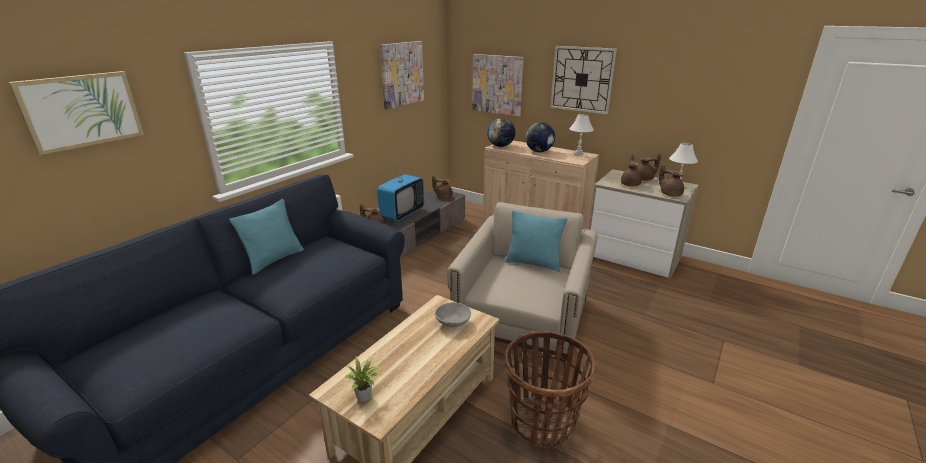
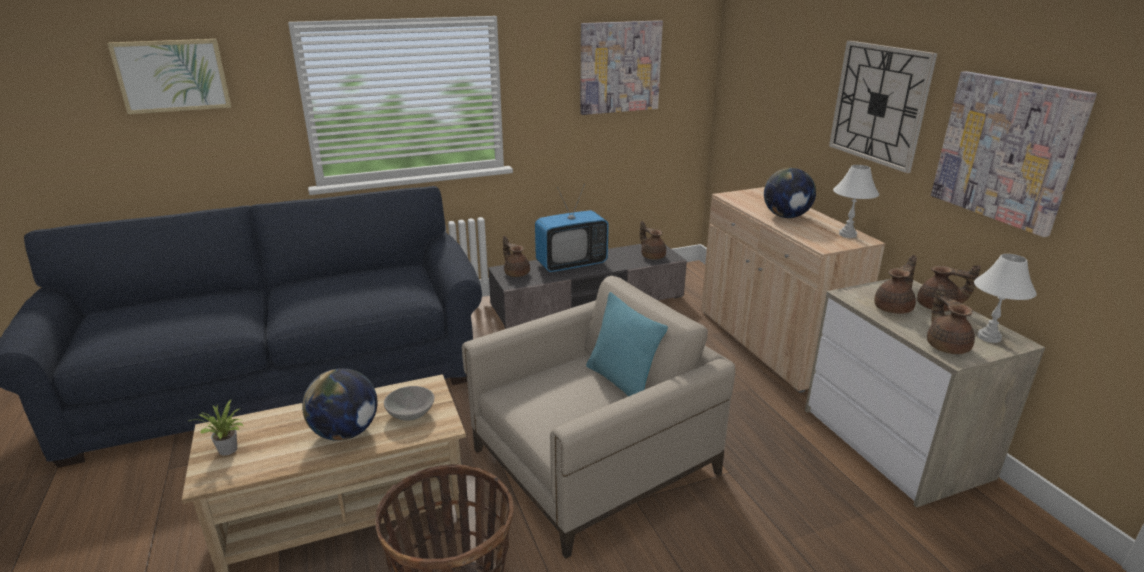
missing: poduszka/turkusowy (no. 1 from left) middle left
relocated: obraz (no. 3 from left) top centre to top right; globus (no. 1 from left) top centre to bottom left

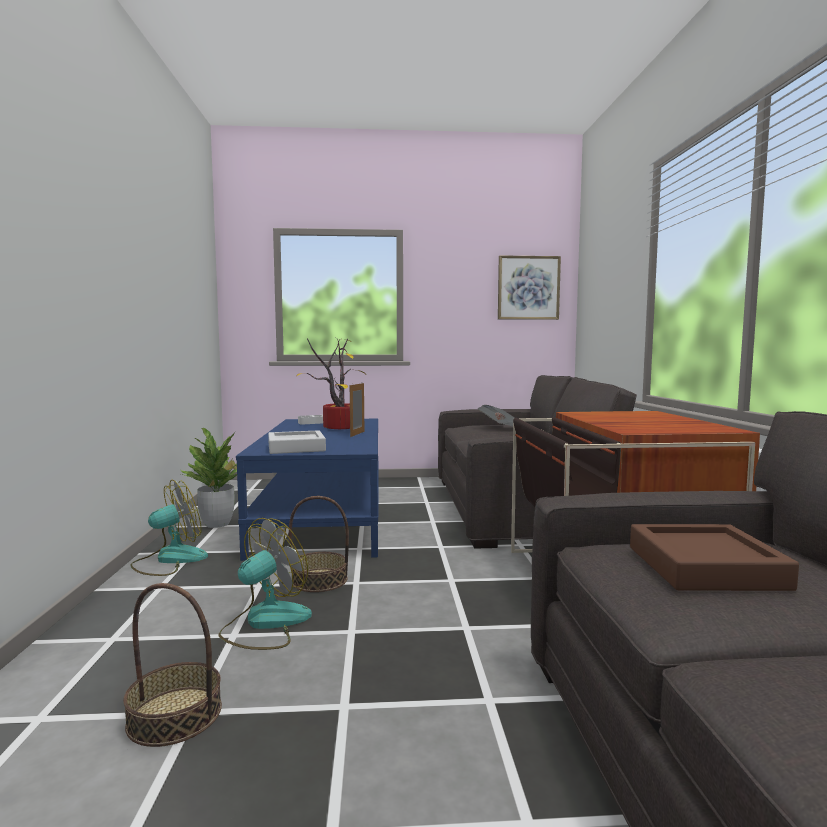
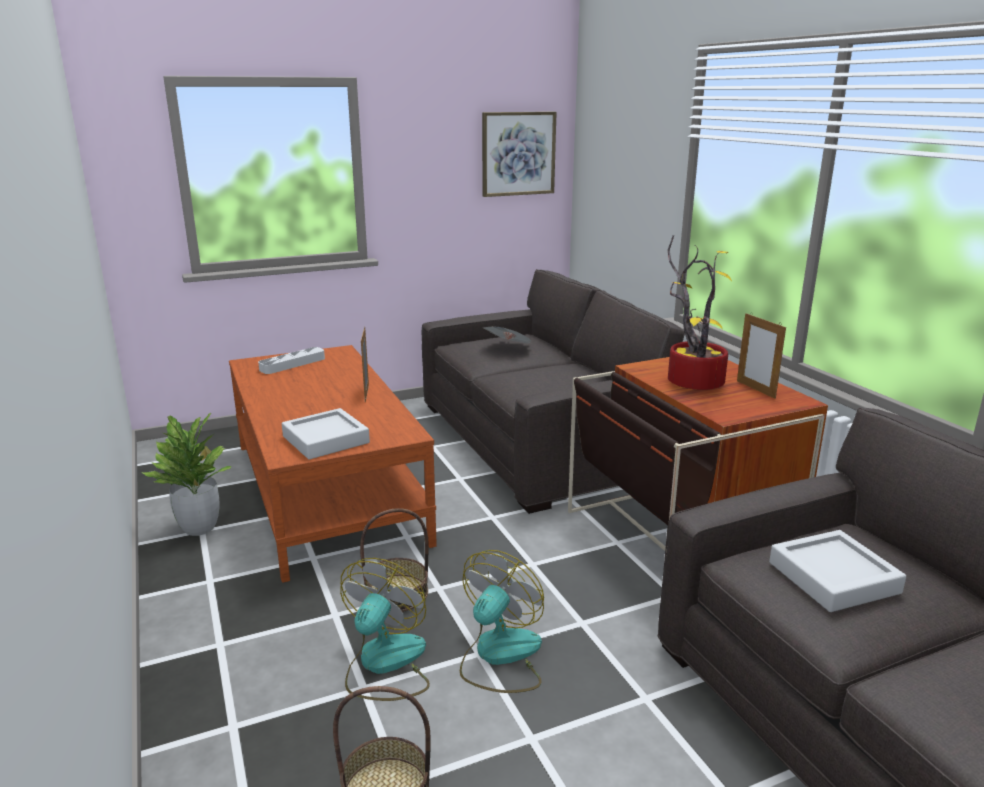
appeared: ramka na zdjęcie (no. 2 from left) middle right
relocated: wentylator (no. 1 from left in the first image) middle left to wentylator (no. 2 from left) bottom centre; roślina doniczkowa (no. 2 from left) centre to middle right
colour: ława/niebieski centre to ława/brązowy centre; taca/brązowy bottom right to taca/szary (no. 3 from left) bottom right

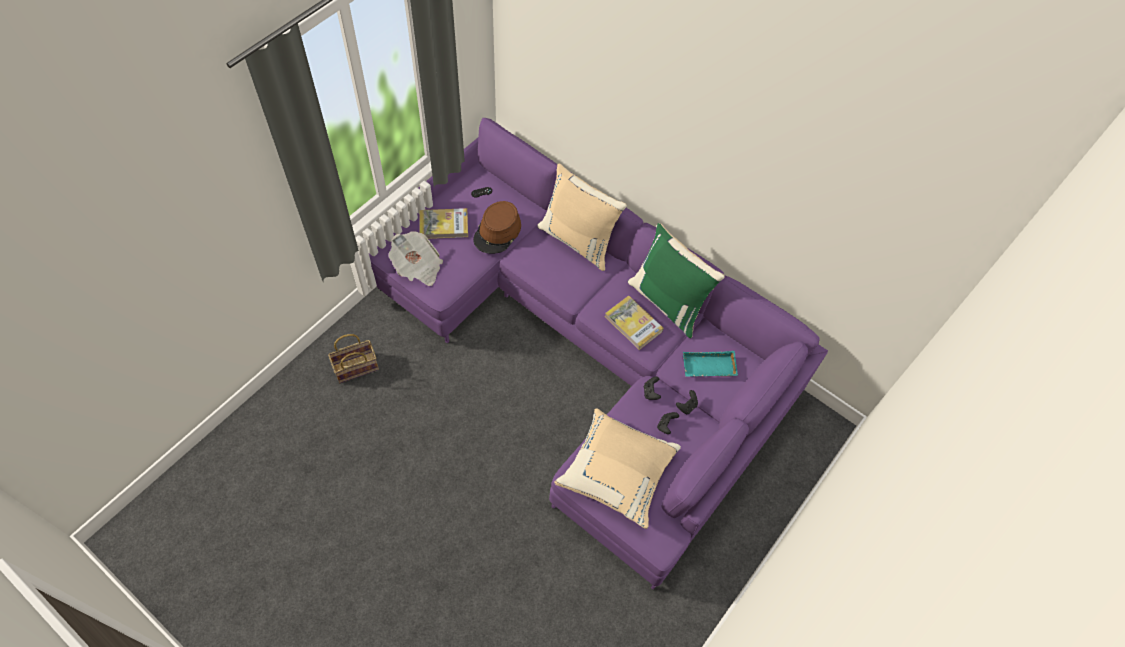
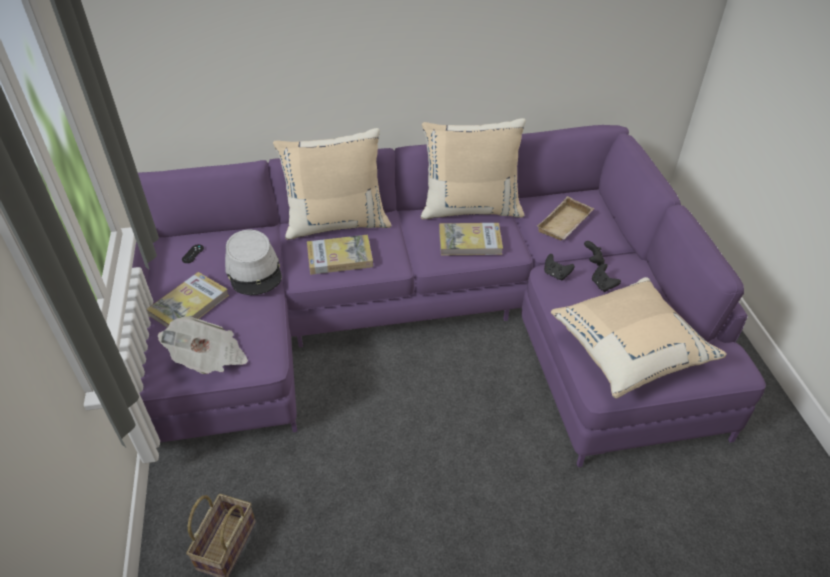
appeared: książka (no. 2 from left) centre
colour: kapelusz/brązowy centre to kapelusz/szary middle left; poduszka/zielony centre to poduszka/beżowy (no. 2 from left) top centre; taca/turkusowy centre to taca/beżowy middle right

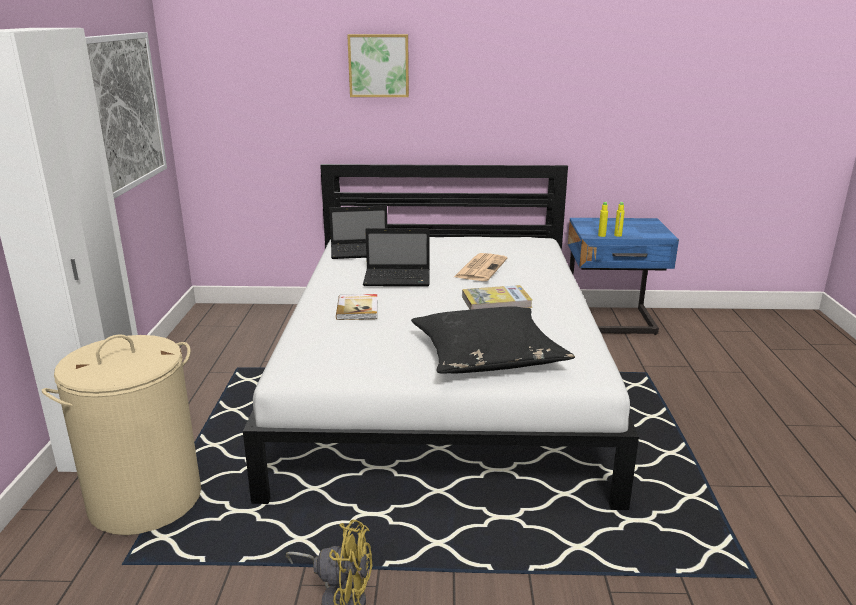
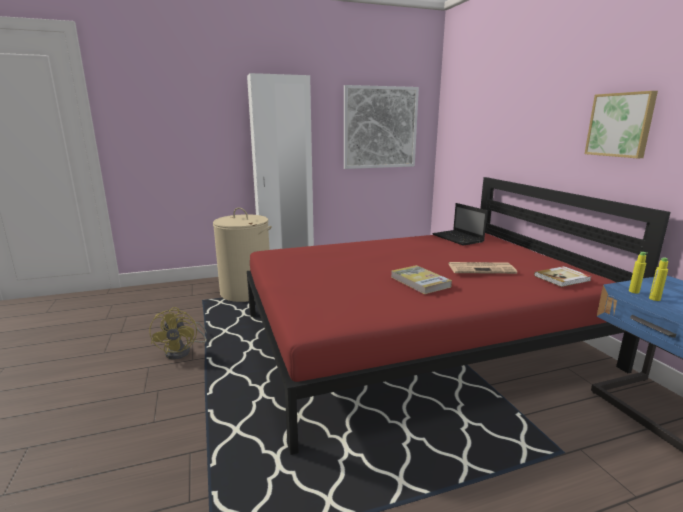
missing: laptop (no. 2 from left) centre; poduszka/czarny centre
relocated: książka (no. 1 from left in the first image) centre to książka (no. 2 from left) middle right; obraz (no. 2 from left) top centre to top right
colour: łóżko/biały centre to łóżko/czerwony middle right

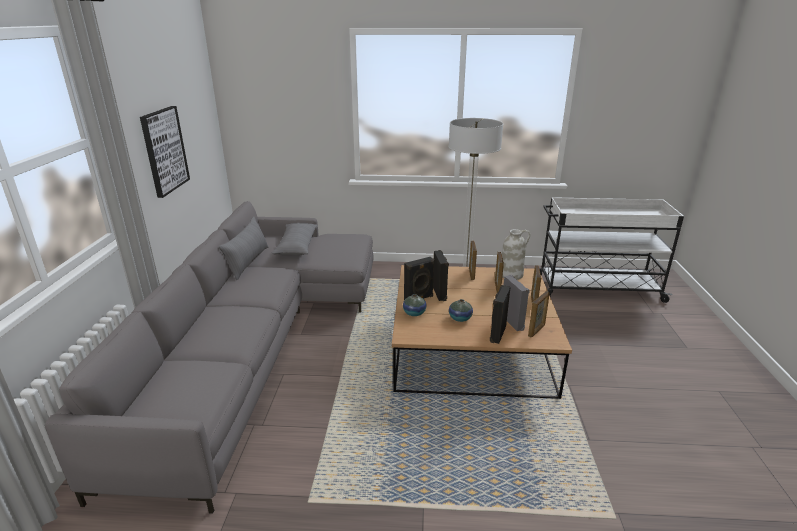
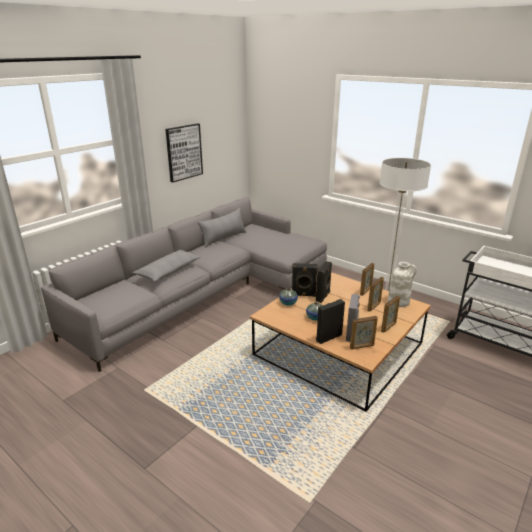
relocated: poduszka/szary (no. 2 from left in the first image) centre to poduszka/szary (no. 1 from left) middle left

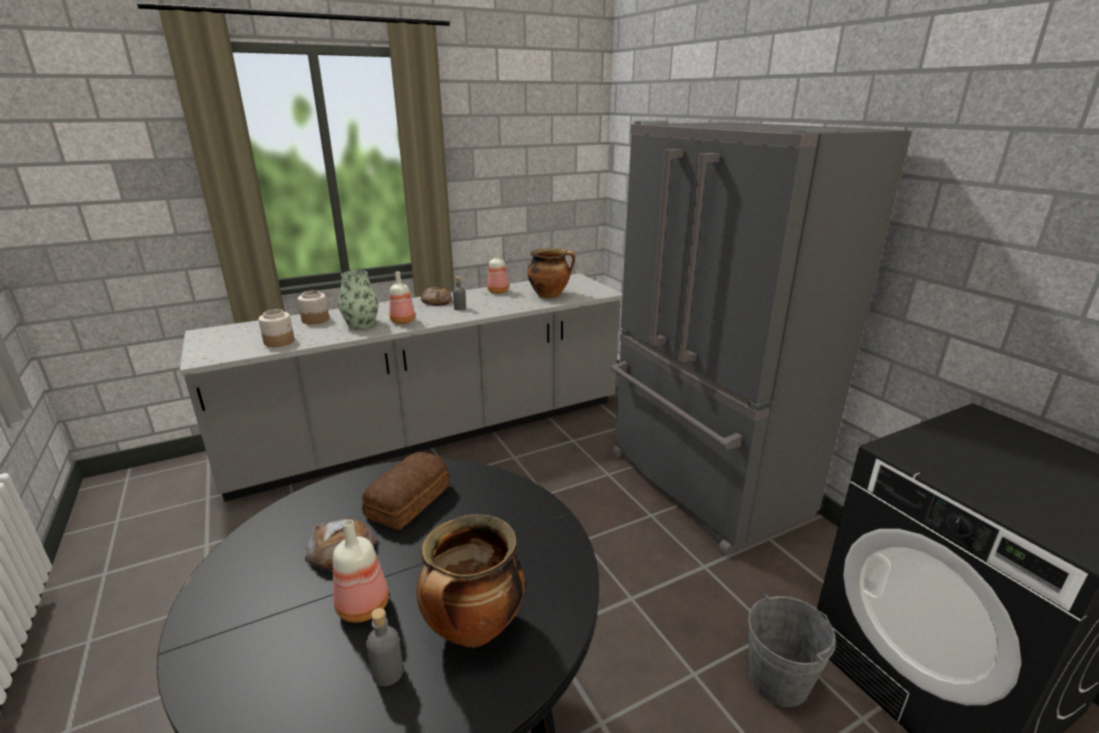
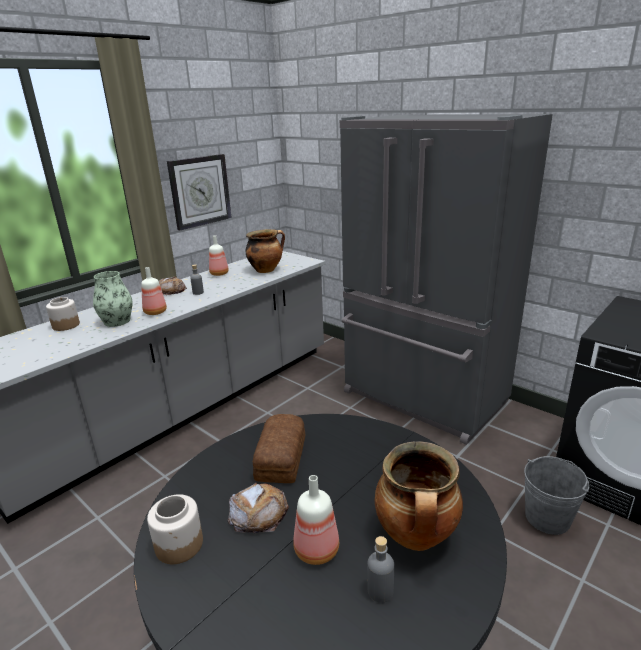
appeared: zegar ścienny top left
relocated: słoik (no. 1 from left in the first image) middle left to słoik (no. 2 from left) bottom left

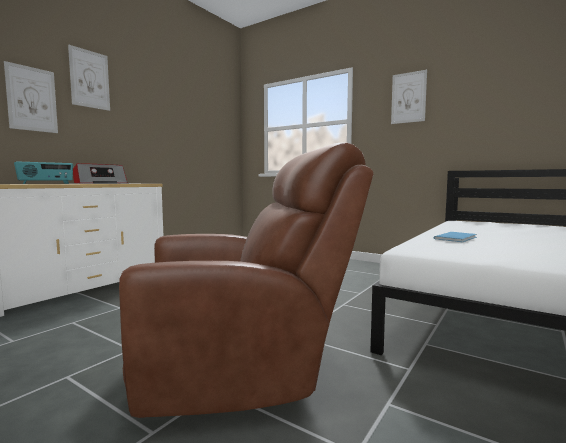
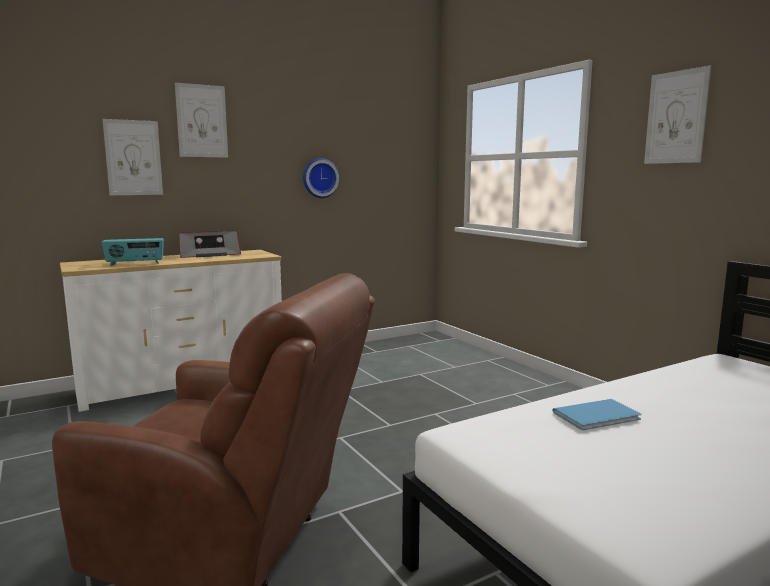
appeared: zegar ścienny top centre

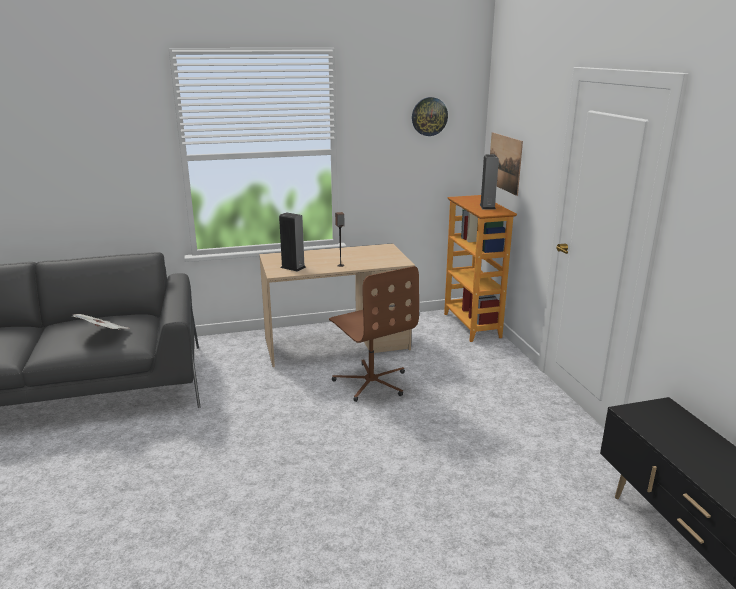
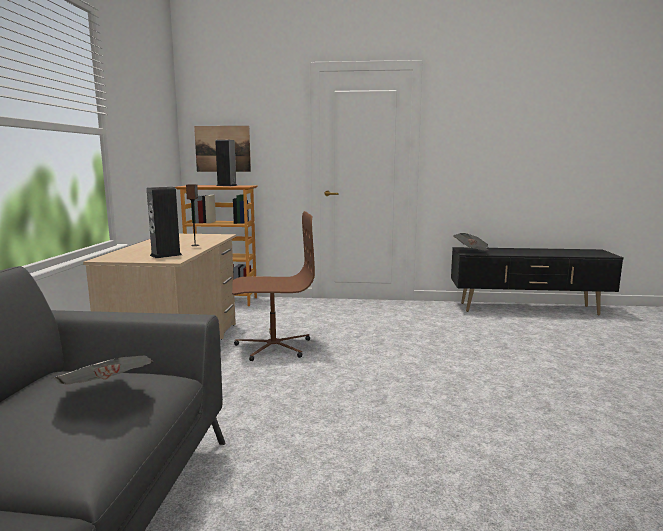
missing: zegar ścienny top centre
appeared: gazeta (no. 2 from left) middle right

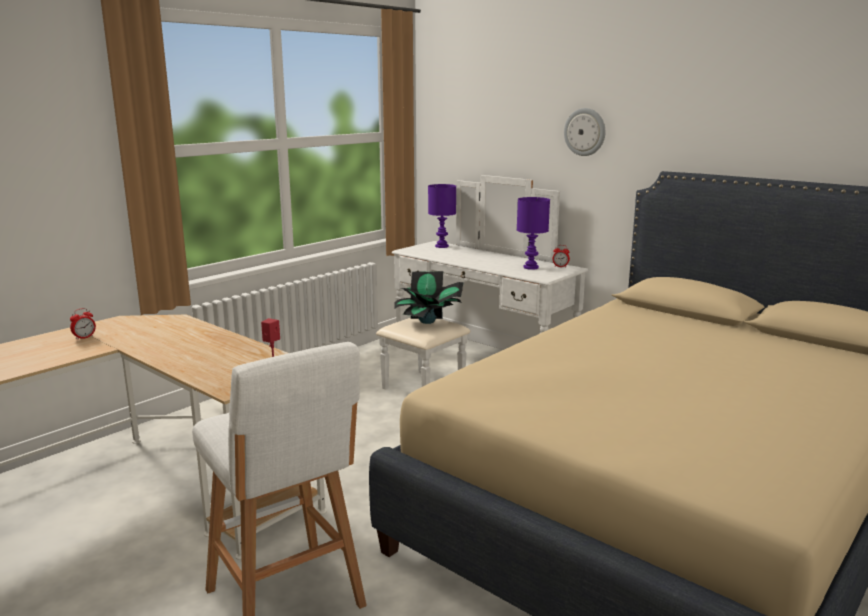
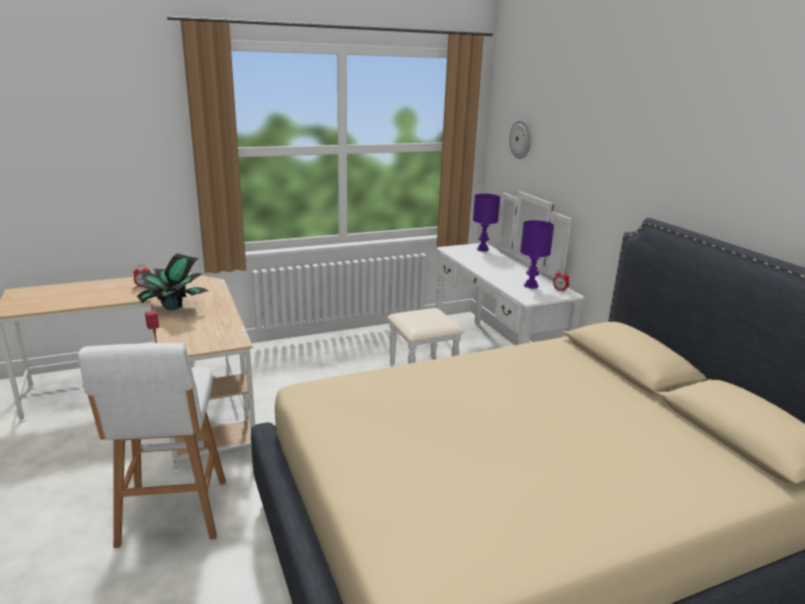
relocated: roślina doniczkowa centre to middle left; zegar ścienny top right to top centre

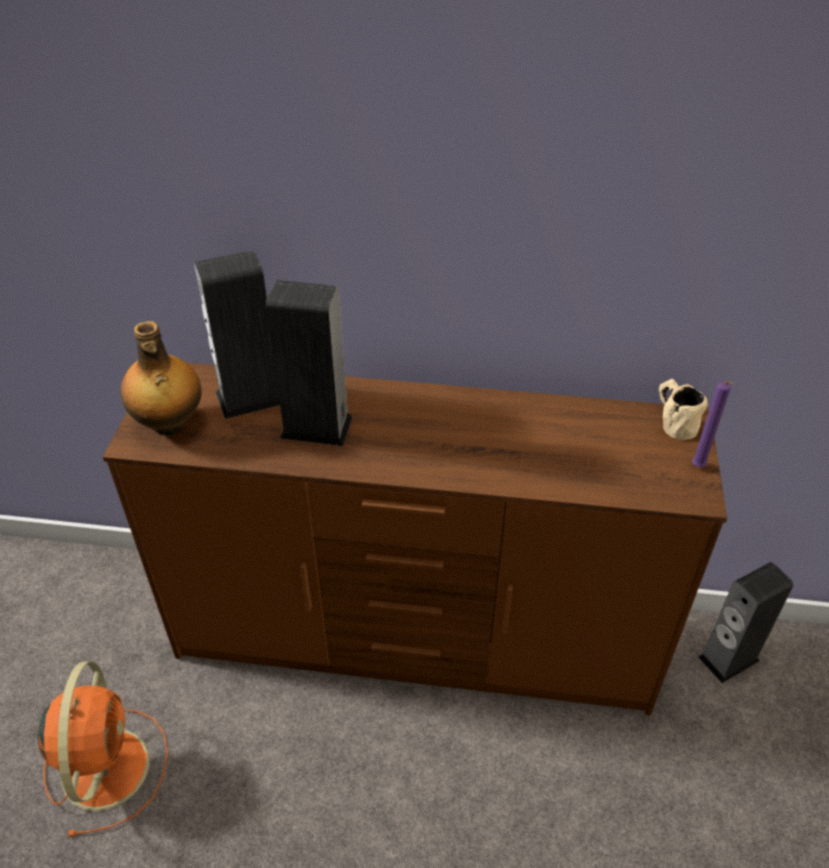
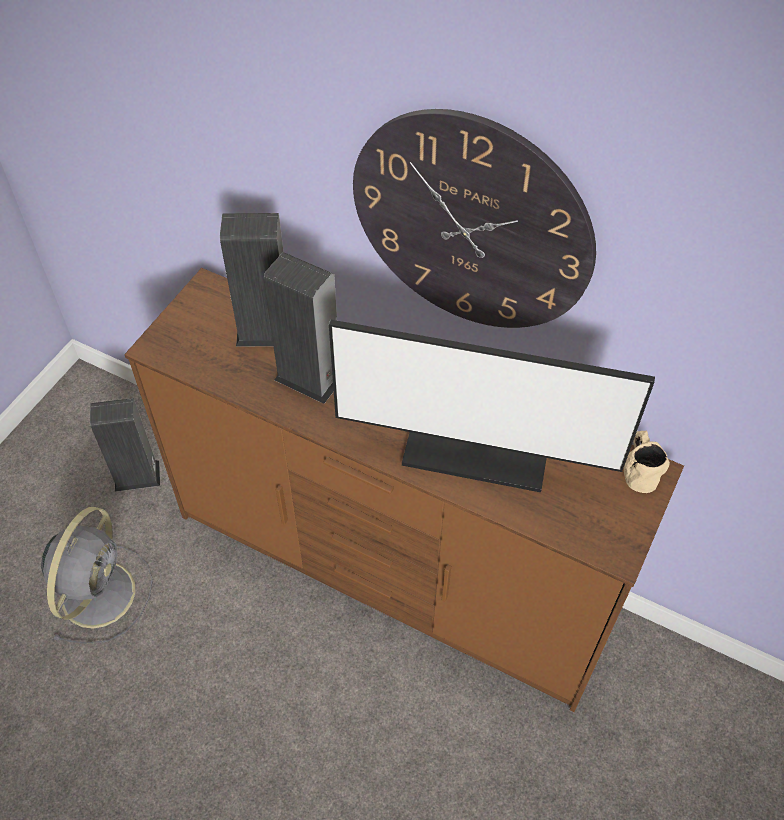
missing: butelka middle left; świeca/fioletowy middle right
appeared: monitor centre; zegar ścienny top centre
relocated: głośnik (no. 3 from left in the first image) bottom right to głośnik (no. 1 from left) middle left
colour: wentylator/pomarańczowy bottom left to wentylator/szary bottom left

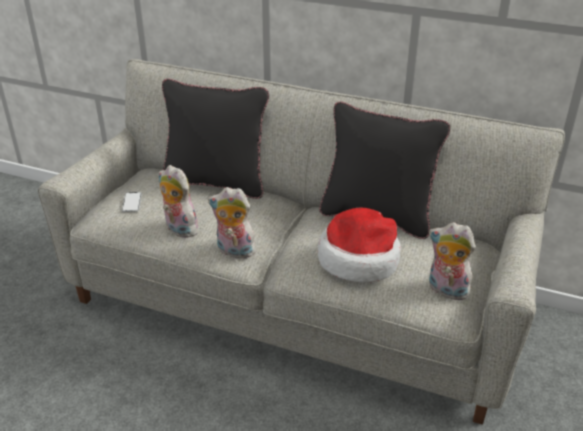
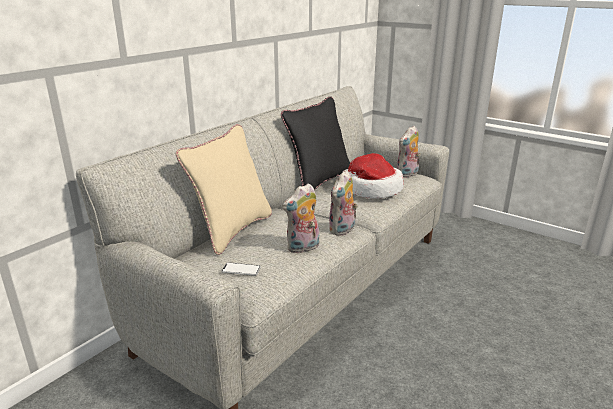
colour: poduszka/czarny (no. 1 from left) top centre to poduszka/beżowy centre

